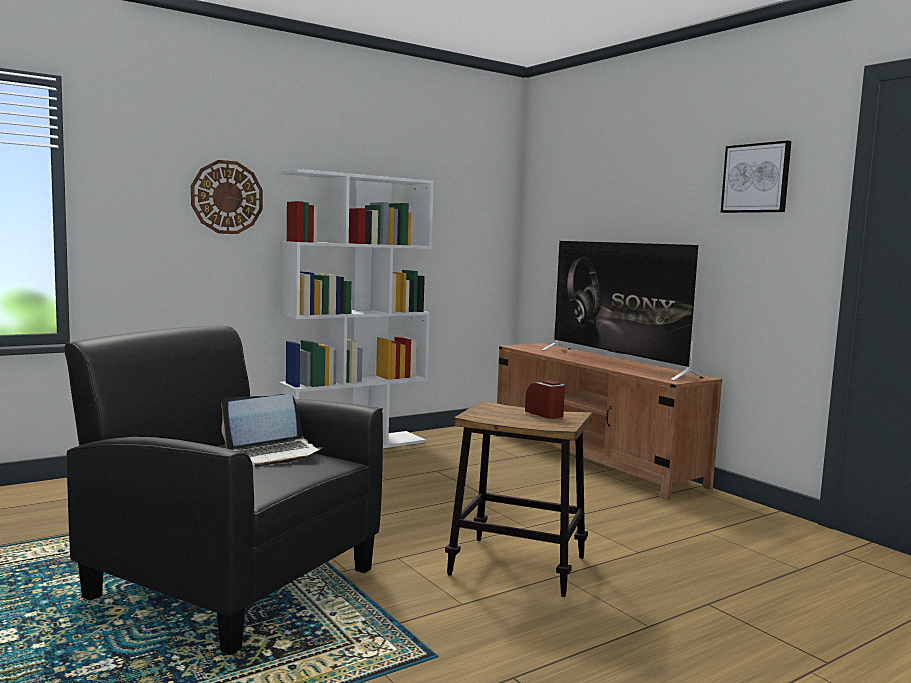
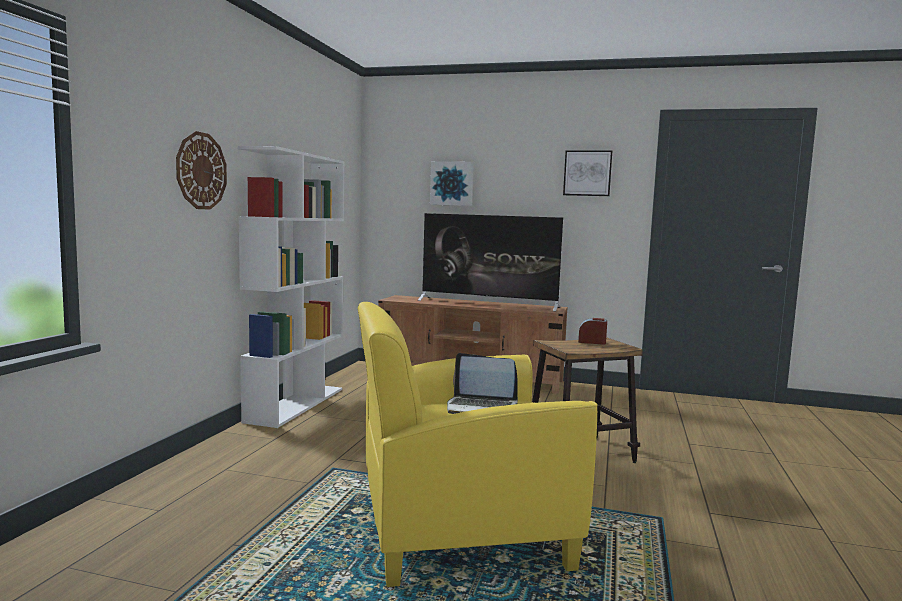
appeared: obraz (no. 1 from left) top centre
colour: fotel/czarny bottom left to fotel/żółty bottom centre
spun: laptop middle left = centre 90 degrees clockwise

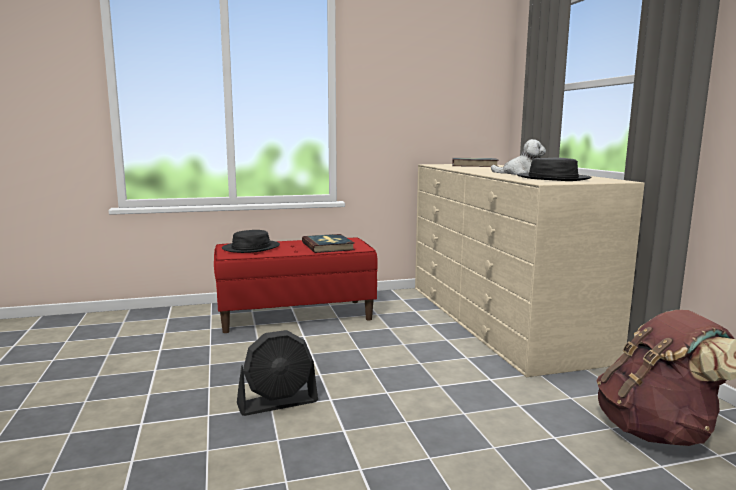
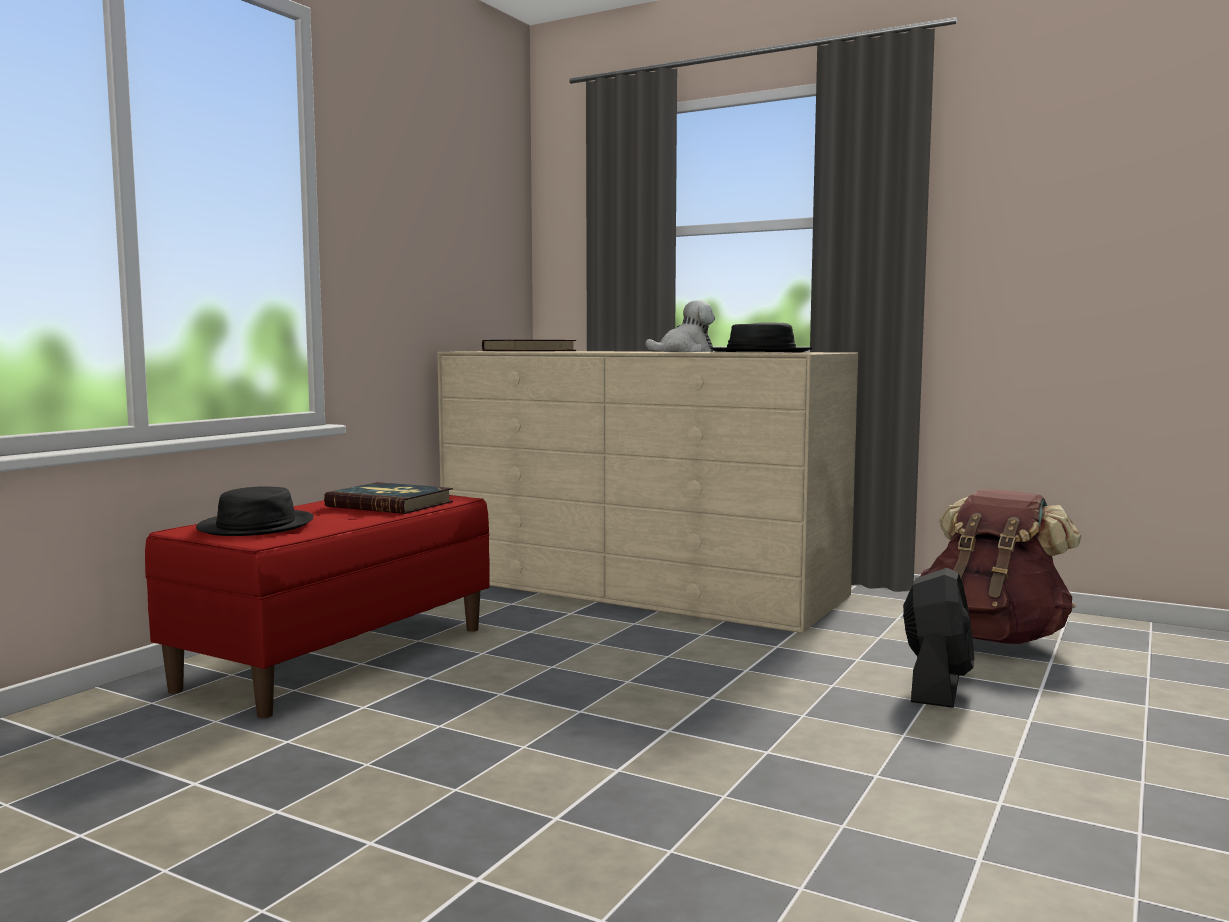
relocated: wentylator/czarny bottom centre to bottom right

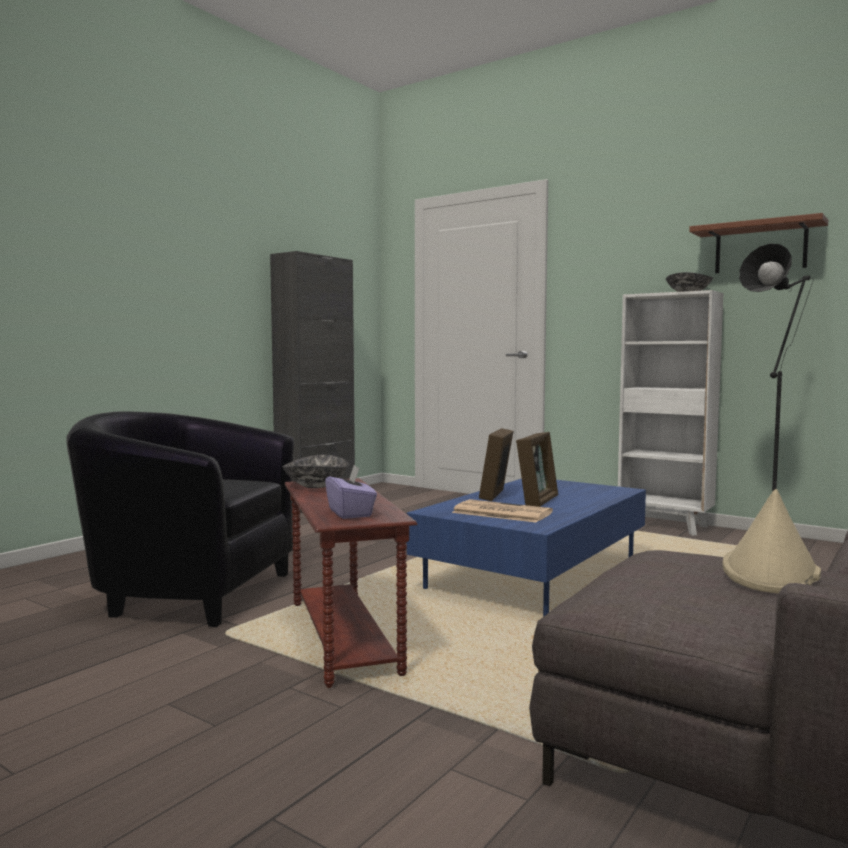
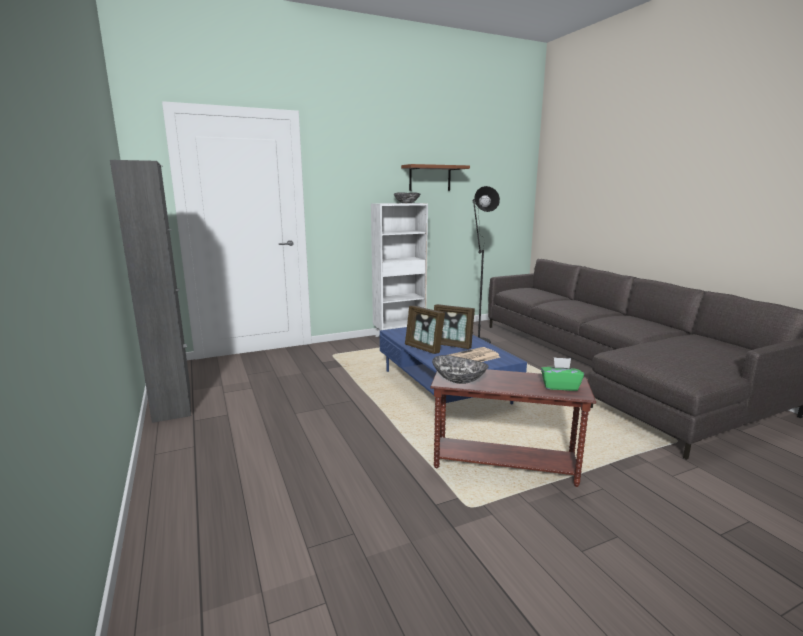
missing: fotel/czarny middle left; kapelusz/beżowy middle right
colour: pudełko chusteczek/fioletowy centre to pudełko chusteczek/zielony middle right
spun: ramka na zdjęcie (no. 2 from left) centre = centre 150 degrees clockwise

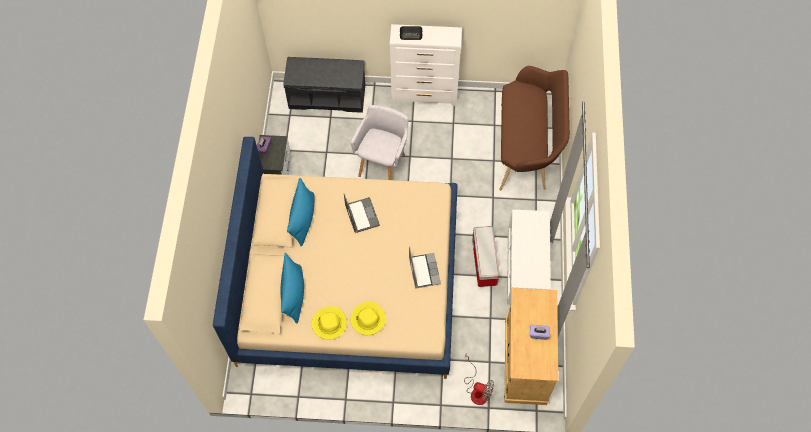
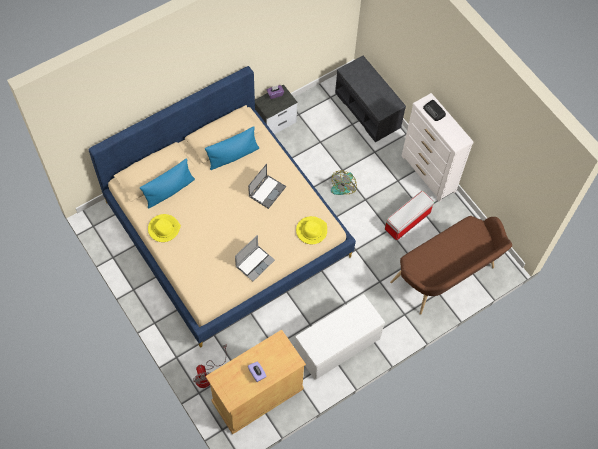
relocated: kapelusz/żółty (no. 2 from left) bottom centre to centre; pojemnik do przechowywania centre to middle right
exchanged: fotel/szary top centre to wentylator (no. 2 from left) centre

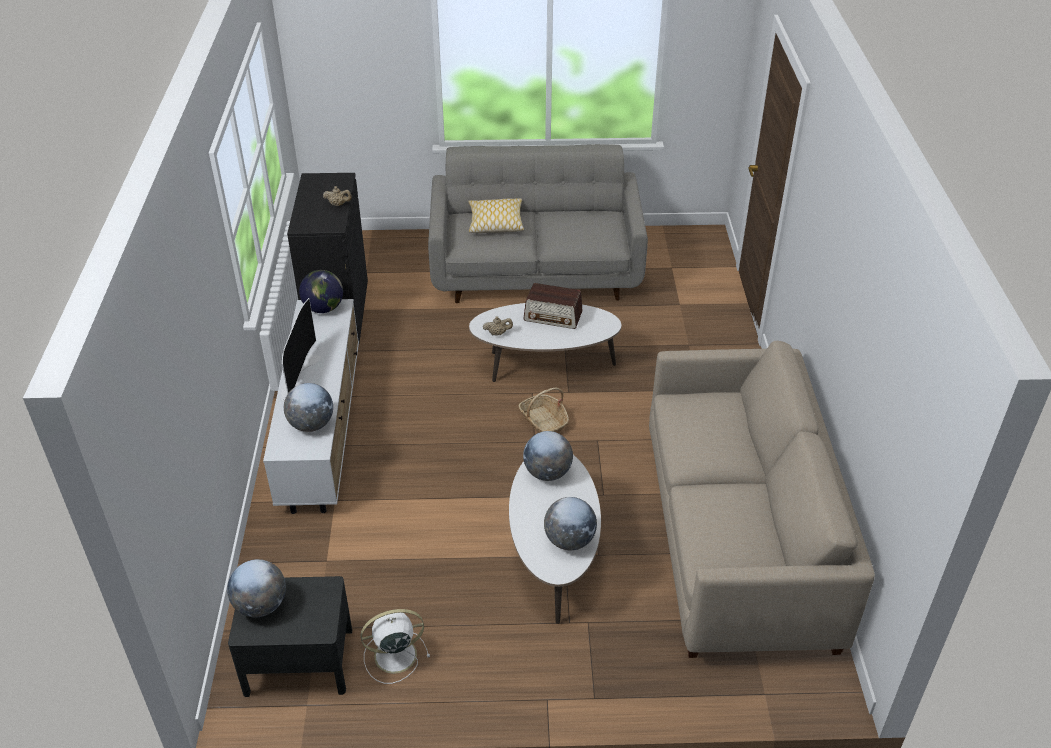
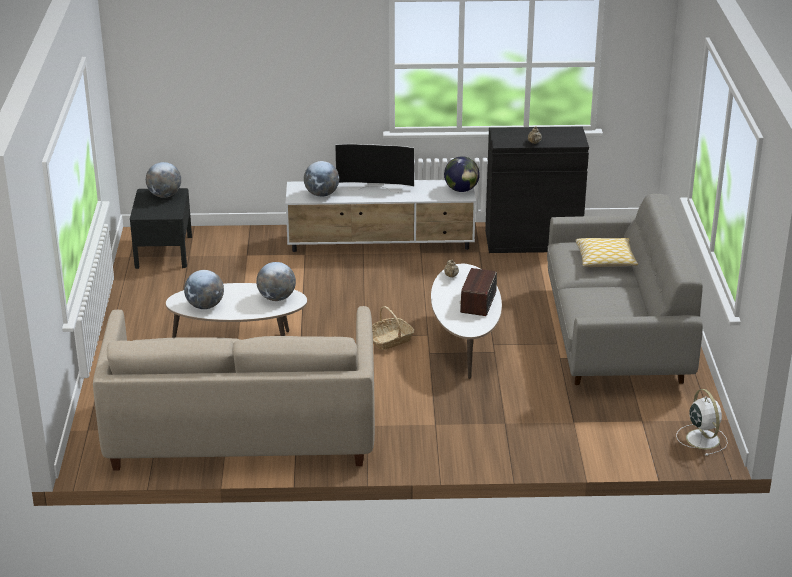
relocated: wentylator/biały bottom centre to bottom right

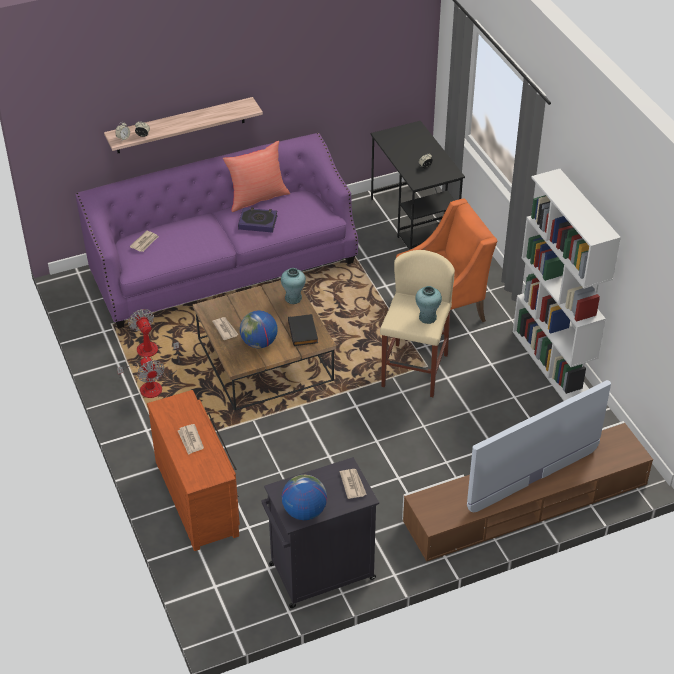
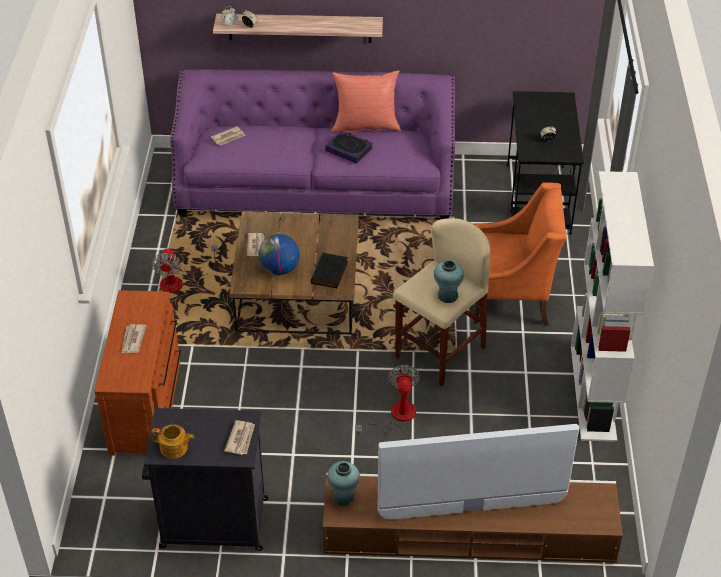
relocated: wentylator (no. 1 from left in the first image) middle left to wentylator (no. 2 from left) bottom centre; wazon/turkusowy (no. 1 from left) centre to bottom centre
exchanged: globus (no. 2 from left) bottom centre to imbryk bottom left

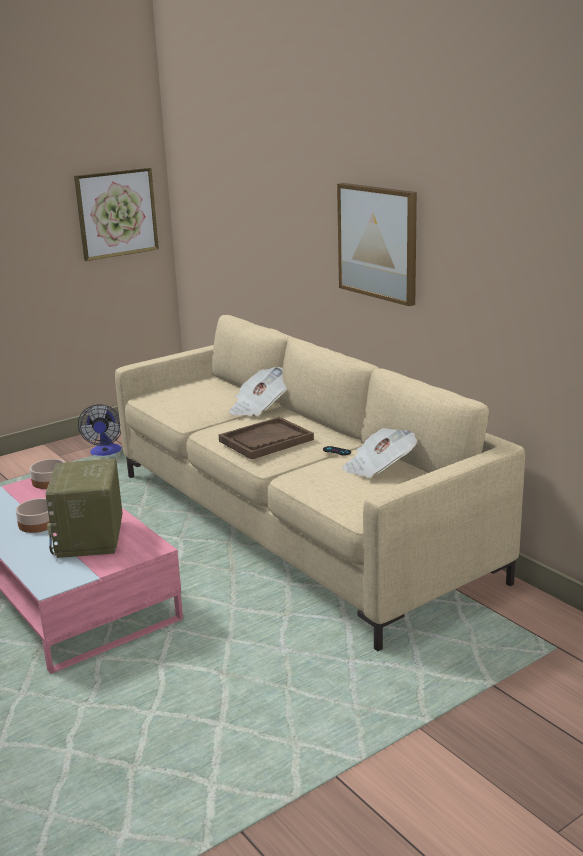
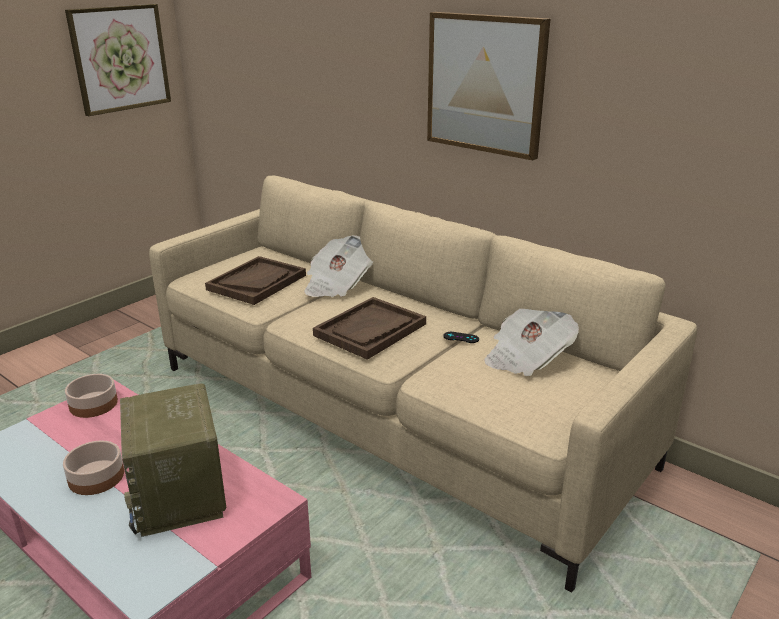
missing: wentylator middle left
appeared: taca/brązowy (no. 1 from left) middle left

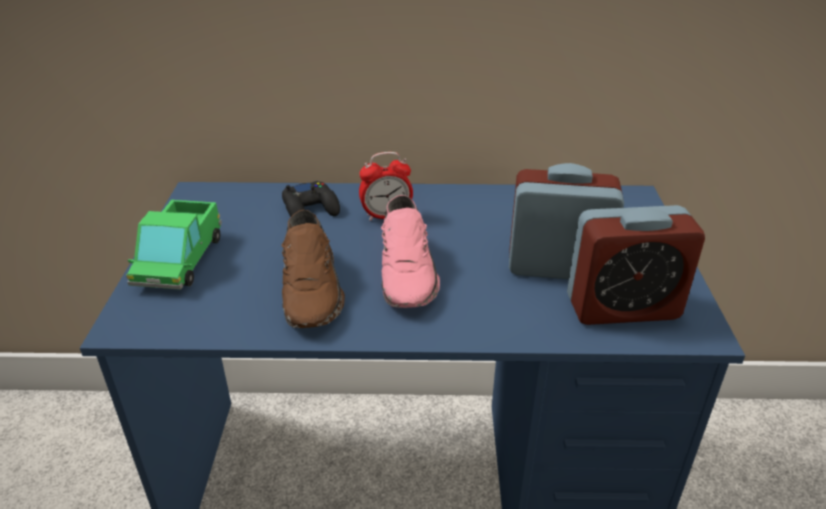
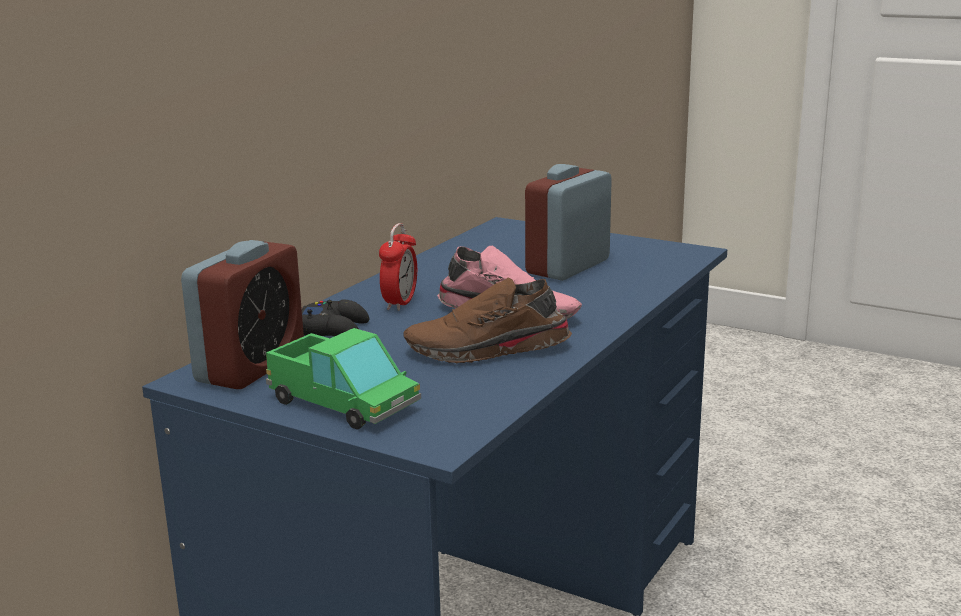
relocated: budzik (no. 3 from left in the first image) middle right to budzik (no. 1 from left) middle left
spun: but/brązowy centre = centre 150 degrees clockwise

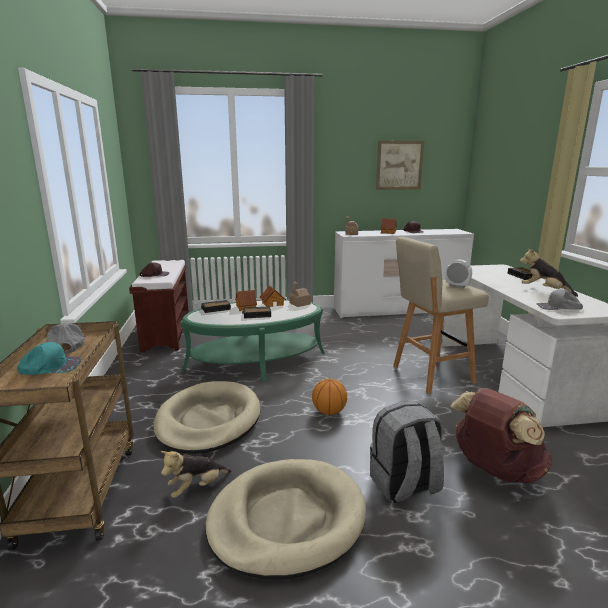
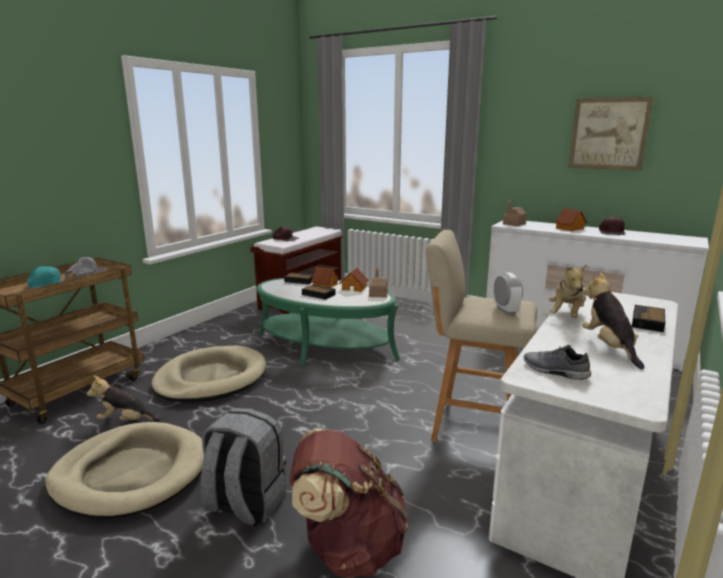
missing: piłka do koszykówki centre
appeared: pluszak (no. 2 from left) middle right
exchanged: czapka z daszkiem/szary (no. 2 from left) middle right to but/szary middle right

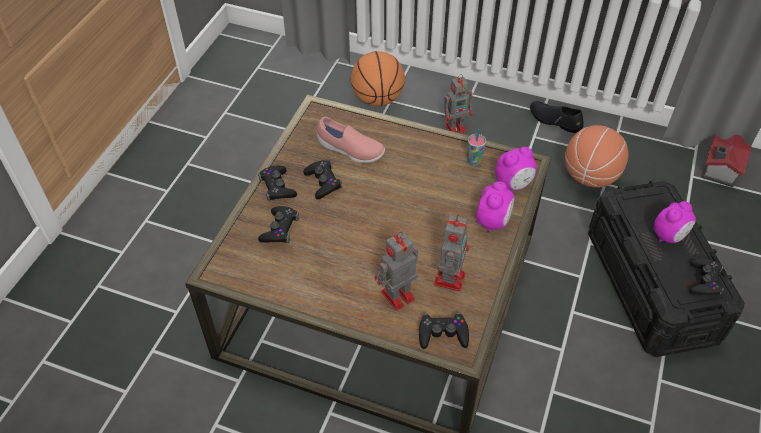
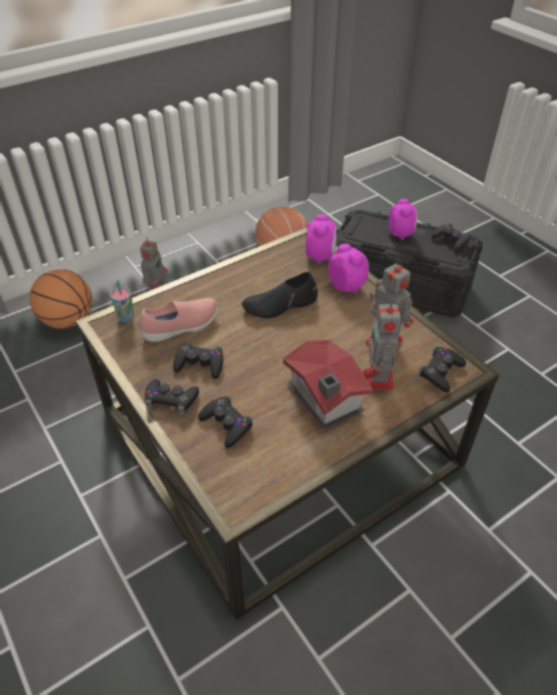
relocated: filiżanka centre to middle left; but/czarny top right to centre; domek middle right to centre

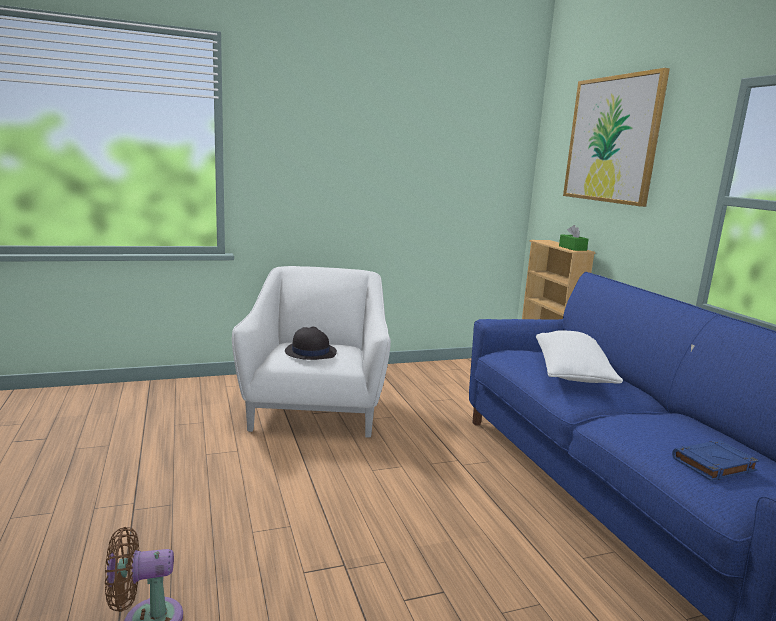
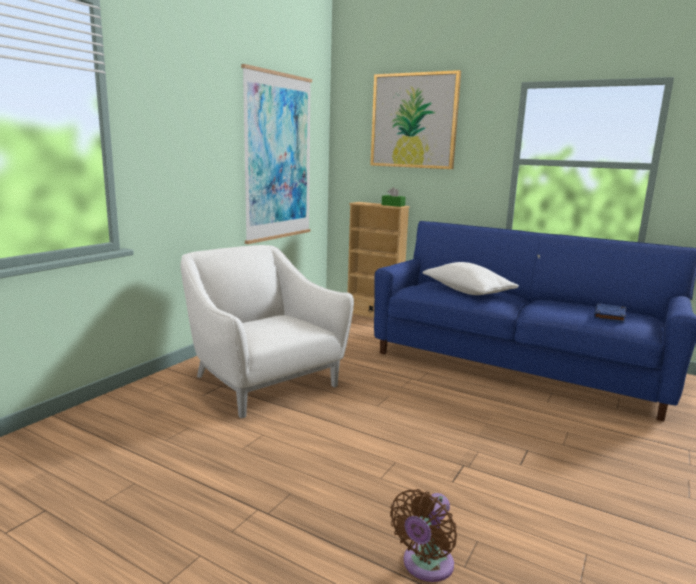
missing: kapelusz/czarny centre
appeared: obraz (no. 1 from left) top centre

